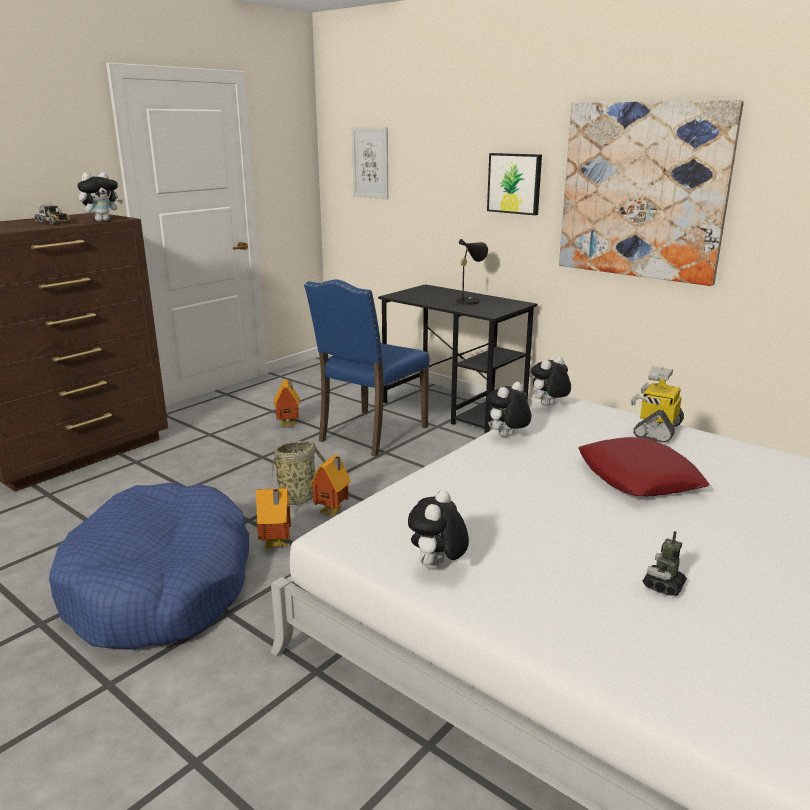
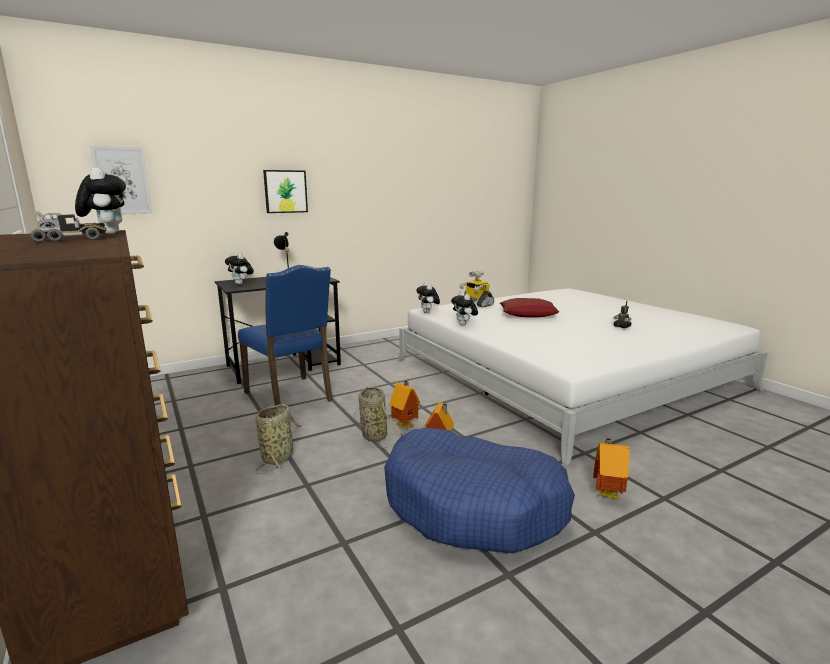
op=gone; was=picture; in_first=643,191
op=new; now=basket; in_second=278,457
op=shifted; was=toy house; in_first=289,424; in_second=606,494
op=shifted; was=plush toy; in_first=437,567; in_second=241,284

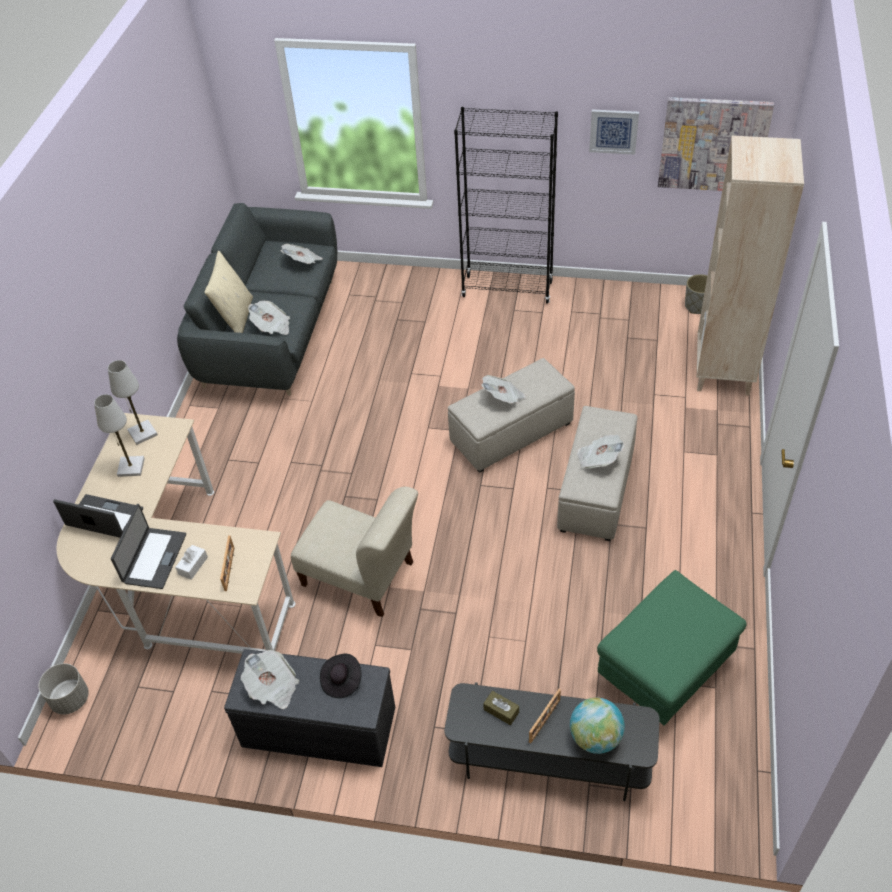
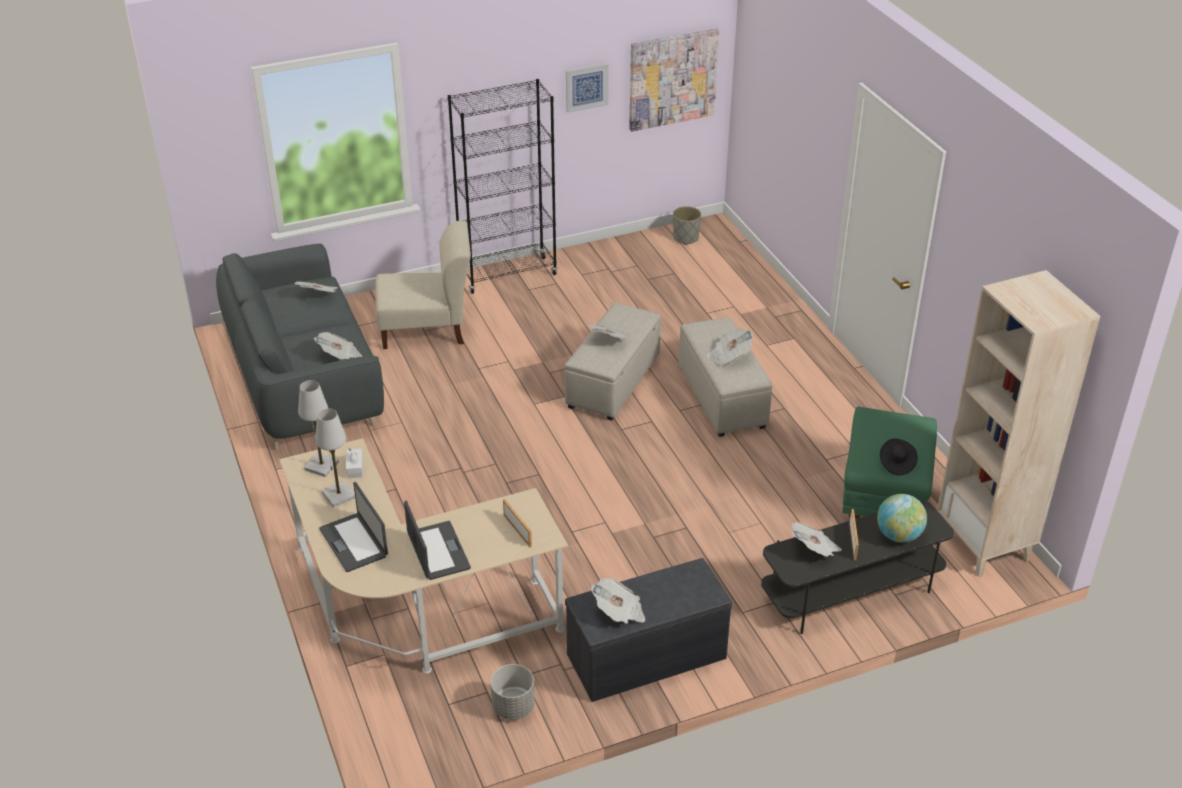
op=gone; was=beige pillow; in_first=236,317
op=shifted; was=grey planter; in_first=70,699; in_second=513,707
op=shifted; was=white tissue box; in_first=193,565; in_second=355,468
op=shifted; was=beige chair; in_first=362,576; in_second=427,329
op=shifted; was=black hat; in_first=341,681; in_second=896,464
op=shifted; was=beige bookcase; in_first=724,372; in_second=984,544
op=swapped; was=brown tissue box; now=newspaper; in_first=501,711; in_second=814,550
op=rotated; was=laptop; in_first=104,518; in_second=354,542; clockwise=-105

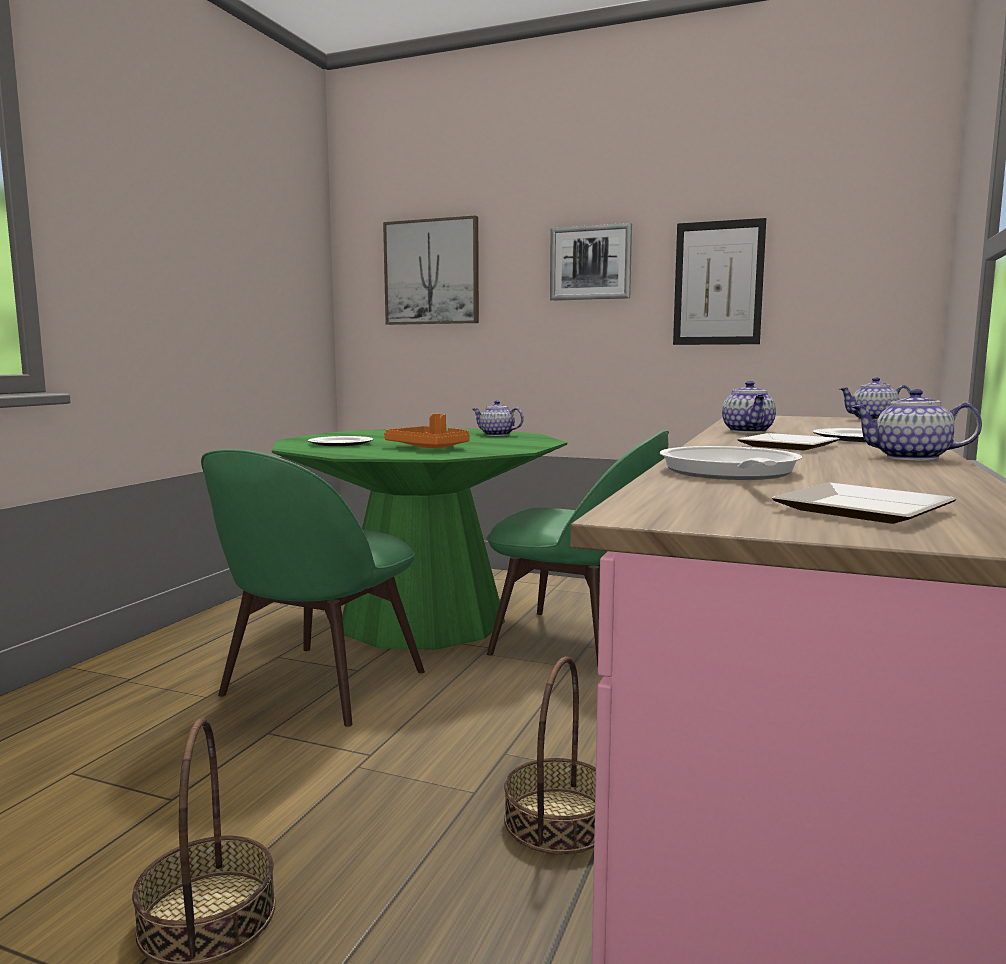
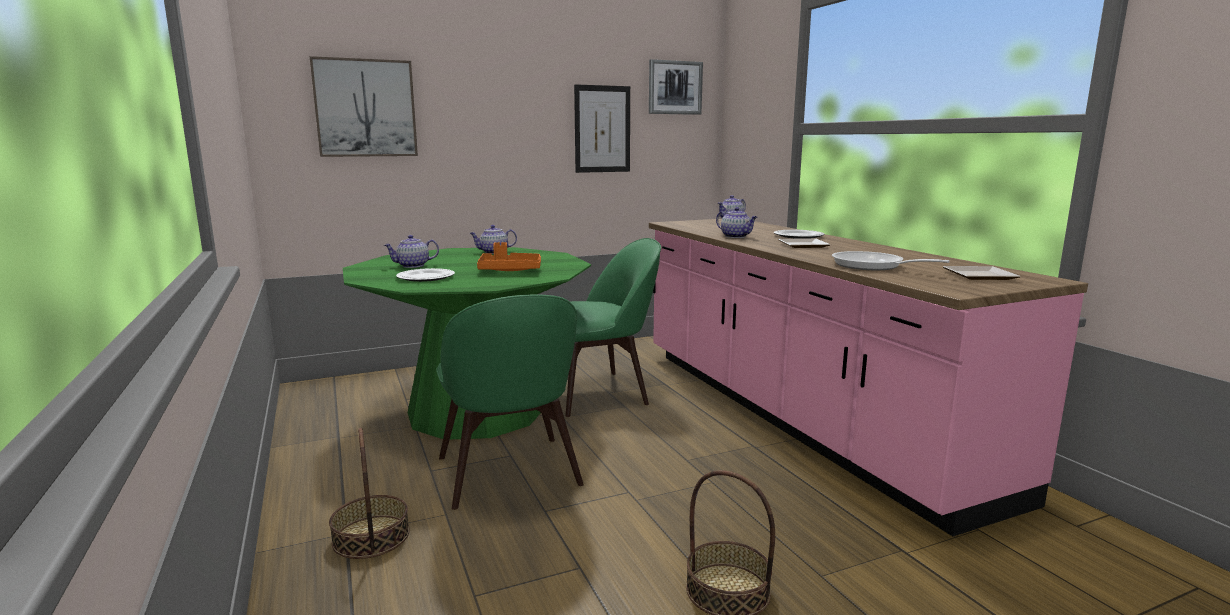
op=shifted; was=basket; in_first=558,820; in_second=371,537
op=shifted; was=picture; in_first=590,263; in_second=675,87
op=shifted; was=teapot; in_first=910,457; in_second=412,266

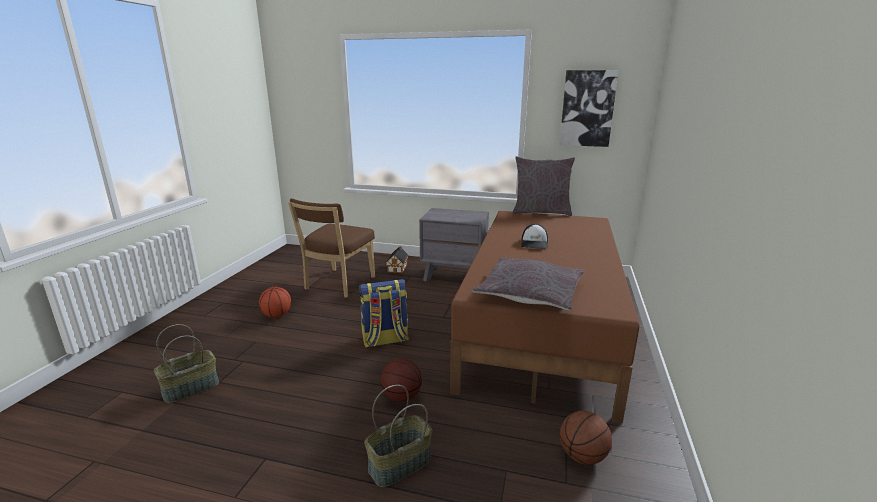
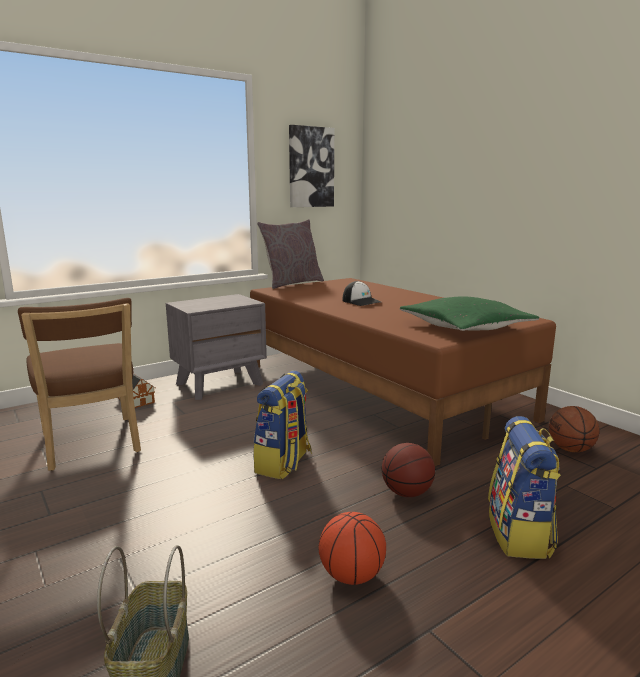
op=shifted; was=basketball; in_first=277,315; in_second=352,576
op=swapped; was=basket; now=backpack; in_first=400,465; in_second=520,534
op=repainted; was=grey pillow; now=green pillow; in_first=529,293; in_second=465,327

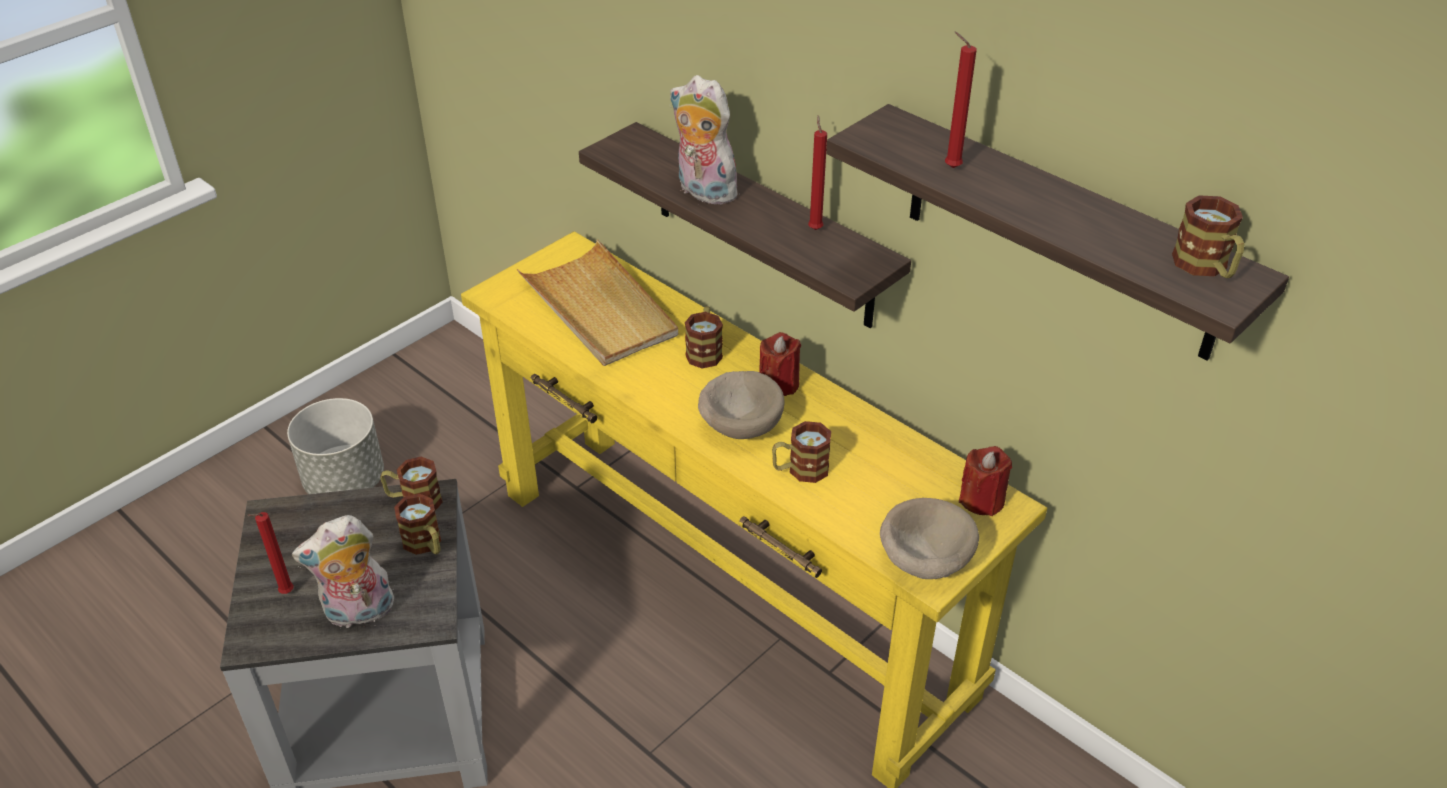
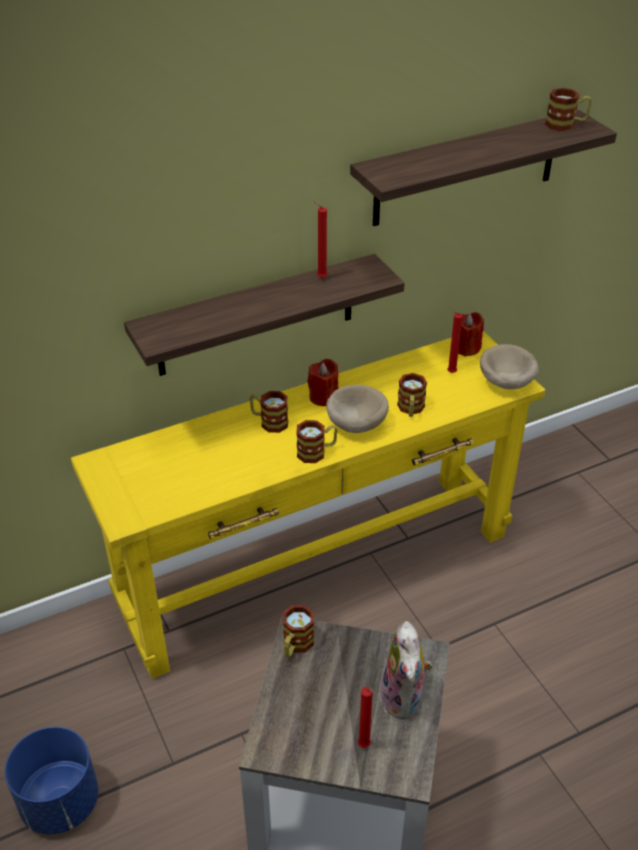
op=gone; was=beige tray; in_first=599,309
op=gone; was=plush toy; in_first=702,192
op=shifted; was=mug; in_first=426,544; in_second=316,452
op=shifted; was=red candle; in_first=949,167; in_second=450,373
op=repainted; was=grey planter; now=blue planter; in_first=345,481; in_second=59,802

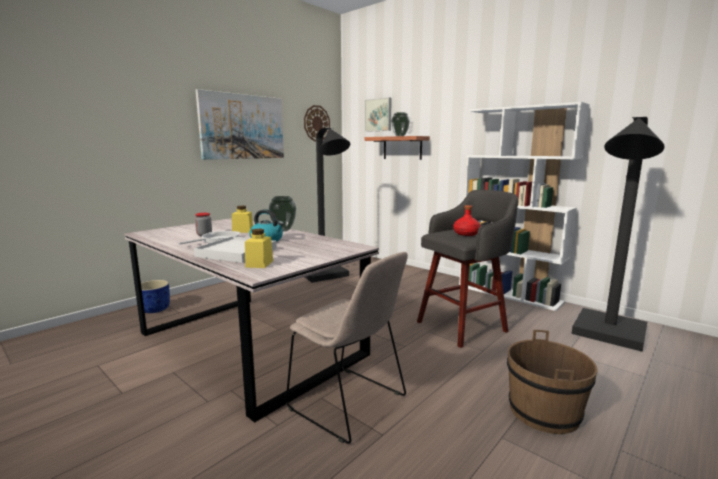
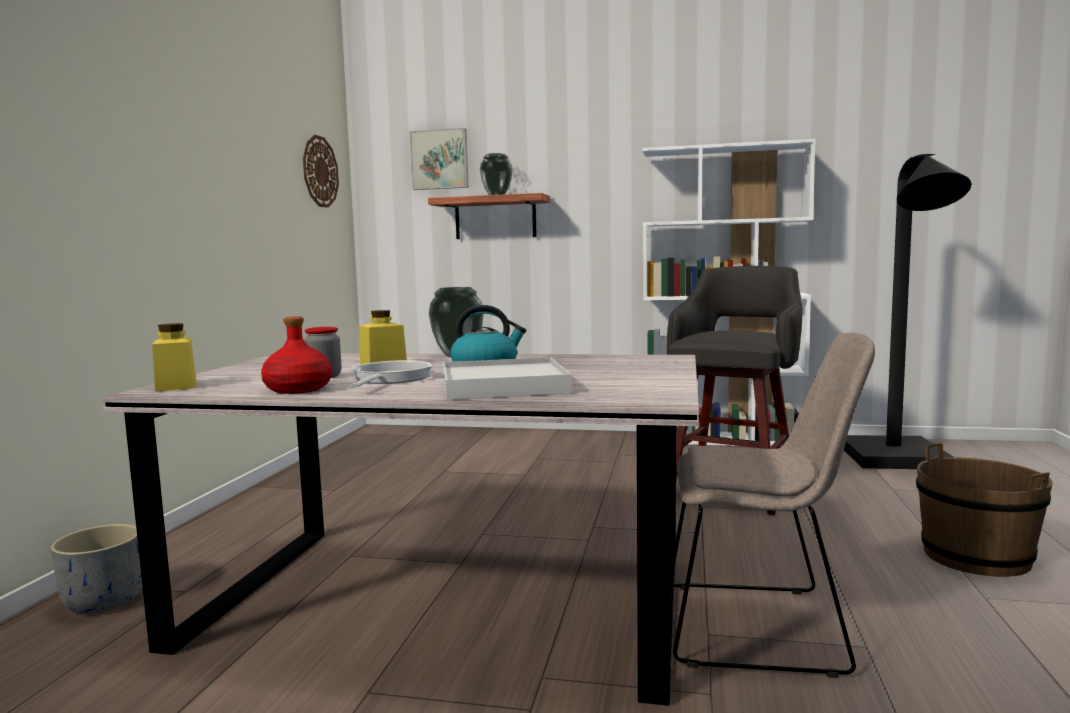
op=gone; was=picture; in_first=242,127
op=gone; was=black floor lamp; in_first=325,276
op=shifted; was=yellow jar; in_first=259,264; in_second=176,386
op=shifted; was=red bottle; in_first=466,234; in_second=299,389
op=repainted; was=blue planter; now=grey planter; in_first=155,309; in_second=104,602

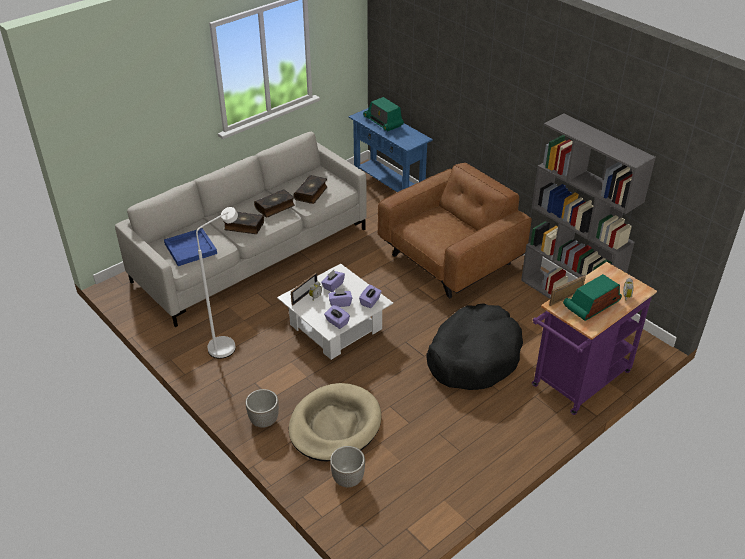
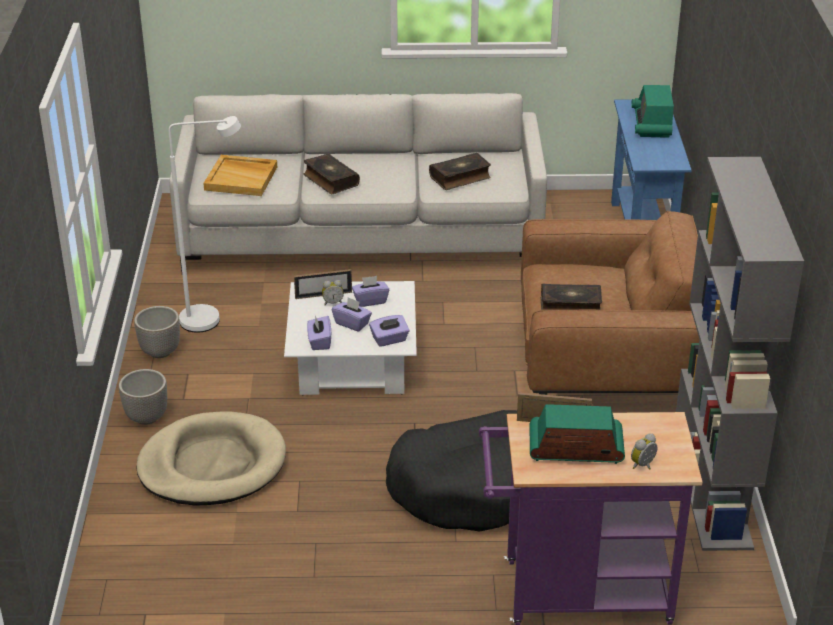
op=shifted; was=book; in_first=275,207; in_second=570,307
op=shifted; was=planter; in_first=347,479; in_second=160,351
op=repainted; was=blue tray; now=beige tray; in_first=191,248; in_second=242,178

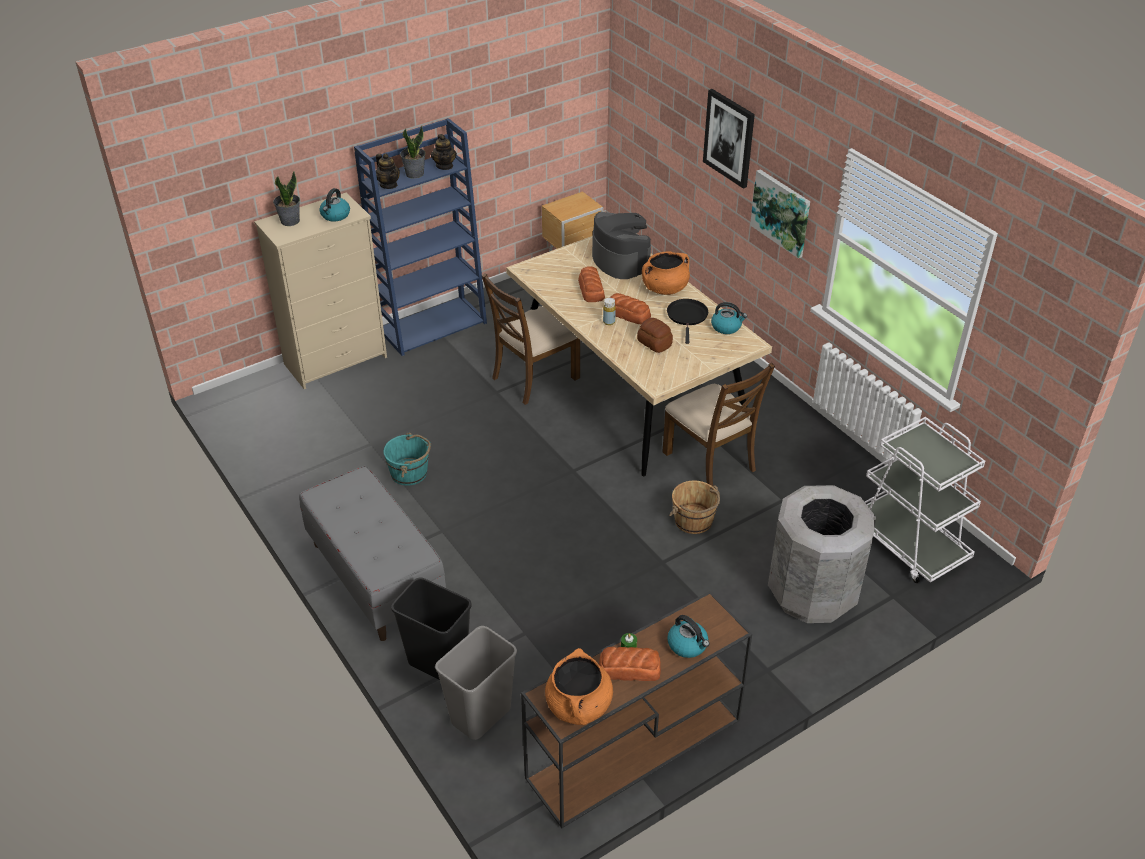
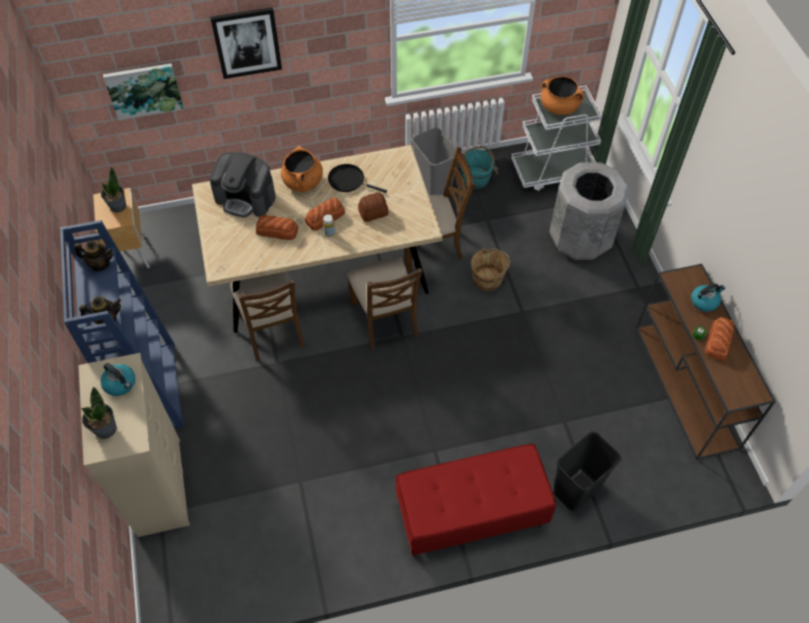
op=gone; was=kettle; in_first=726,327
op=new; now=brown chair; in_second=385,319
op=shifted; was=turquoise bucket; in_first=410,473; in_second=476,178
op=shifted; was=potted plant; in_first=414,173; in_second=118,206
op=shifted; was=grey trash can; in_first=480,714; in_second=433,186
op=shifted; was=orange cooking pot; in_first=579,706; in_second=559,107
op=shifted; was=picture; in_first=781,212; in_second=144,90
op=repainted; was=grey bench; now=red bench; in_first=375,577; in_second=471,515
op=rotated; was=coffee machine; in_first=620,261; in_second=246,198; clockwise=-150

